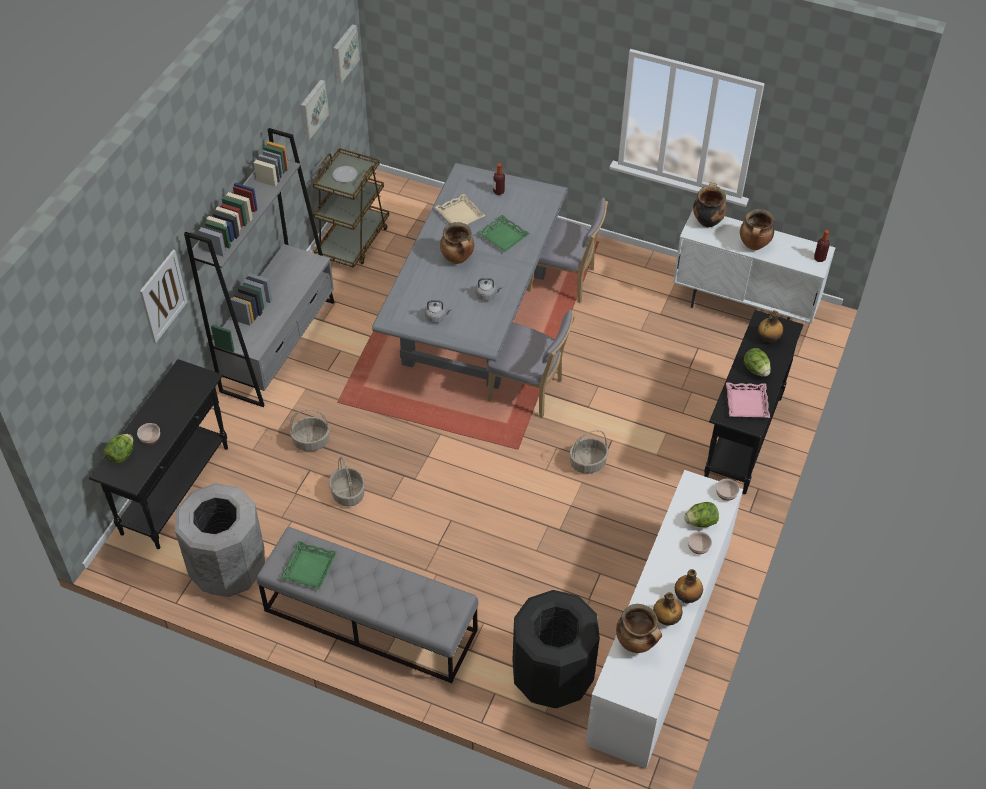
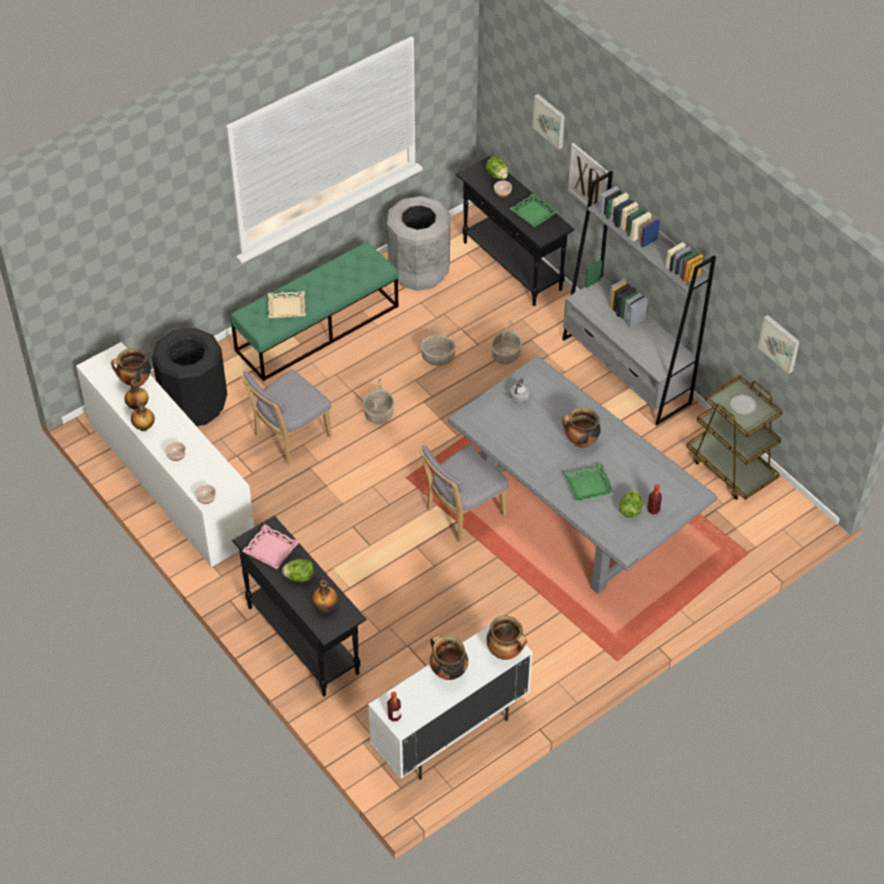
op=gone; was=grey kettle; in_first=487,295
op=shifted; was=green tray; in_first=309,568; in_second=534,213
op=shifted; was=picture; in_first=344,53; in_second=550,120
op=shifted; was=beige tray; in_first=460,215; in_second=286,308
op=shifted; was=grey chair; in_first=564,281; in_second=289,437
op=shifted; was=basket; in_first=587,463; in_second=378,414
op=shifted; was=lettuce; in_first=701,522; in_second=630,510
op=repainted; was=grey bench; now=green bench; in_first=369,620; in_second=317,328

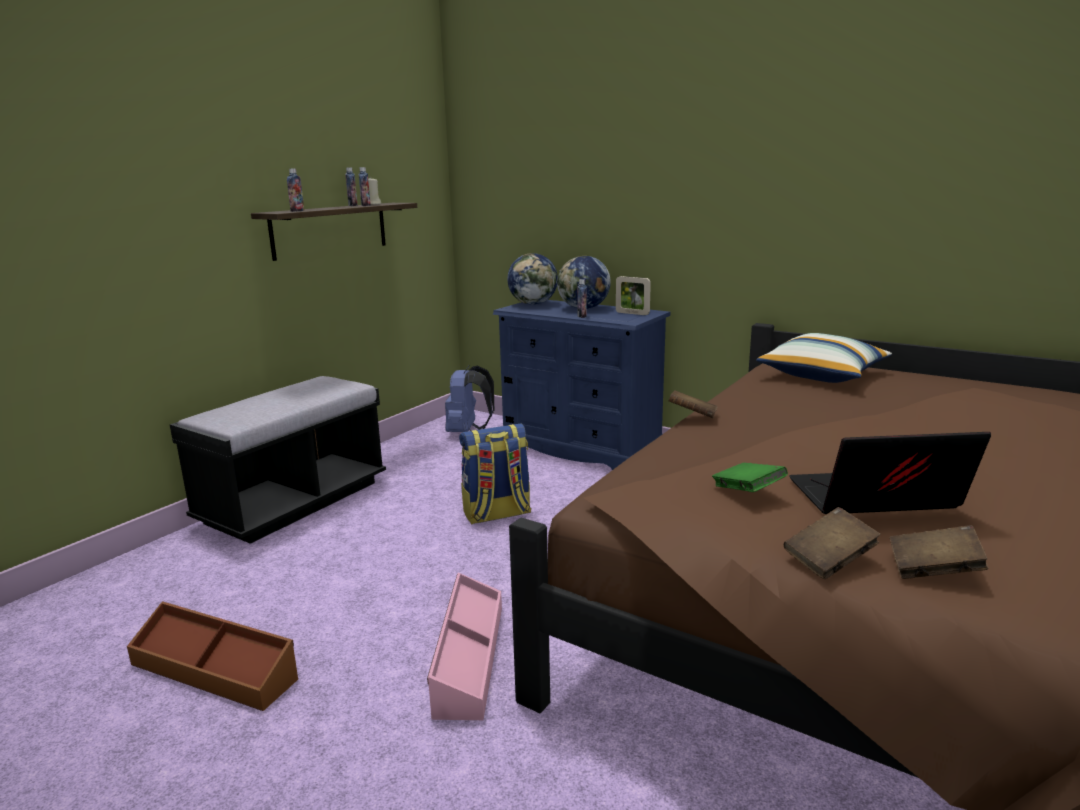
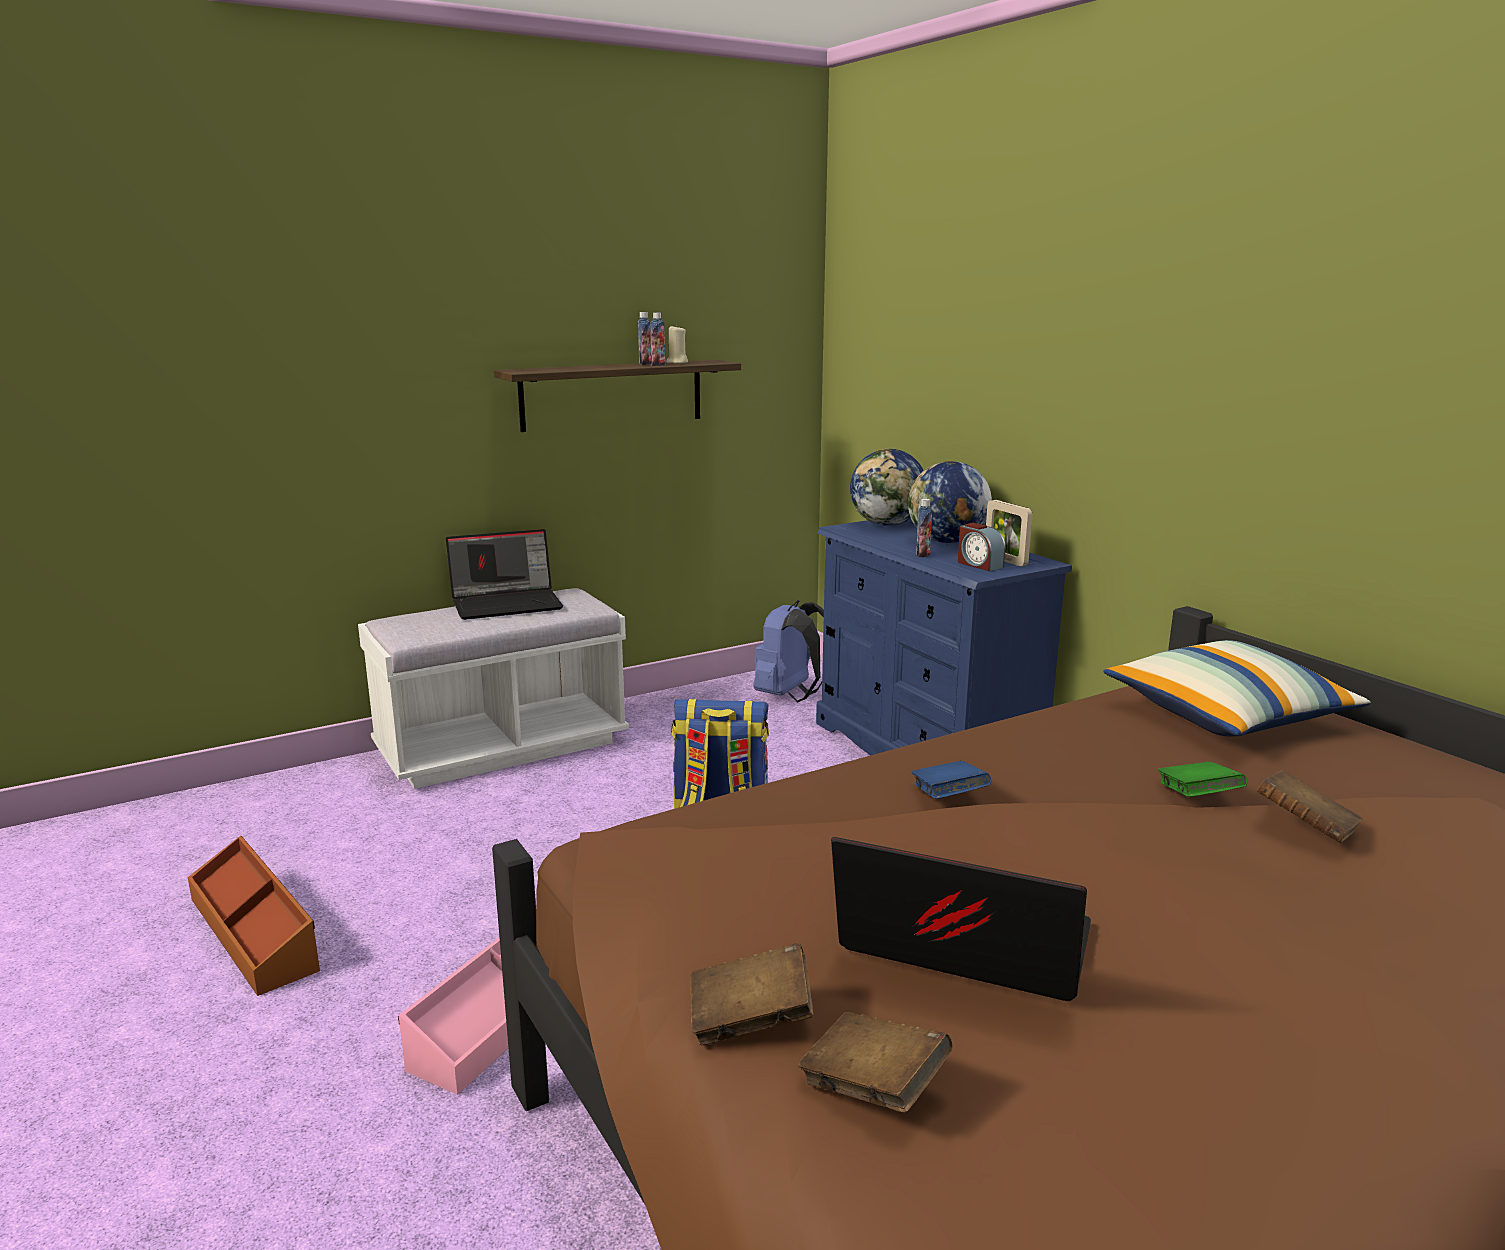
op=gone; was=bottle; in_first=297,211
op=new; now=laptop; in_second=508,603
op=new; now=blue book; in_second=948,799
op=new; now=alarm clock; in_second=979,564
op=shifted; was=brown book; in_first=692,416; in_second=1305,827
op=shifted; was=green book; in_first=747,492; in_second=1197,799
op=repainted; was=black bench; now=white bench; in_first=294,502; in_second=502,747

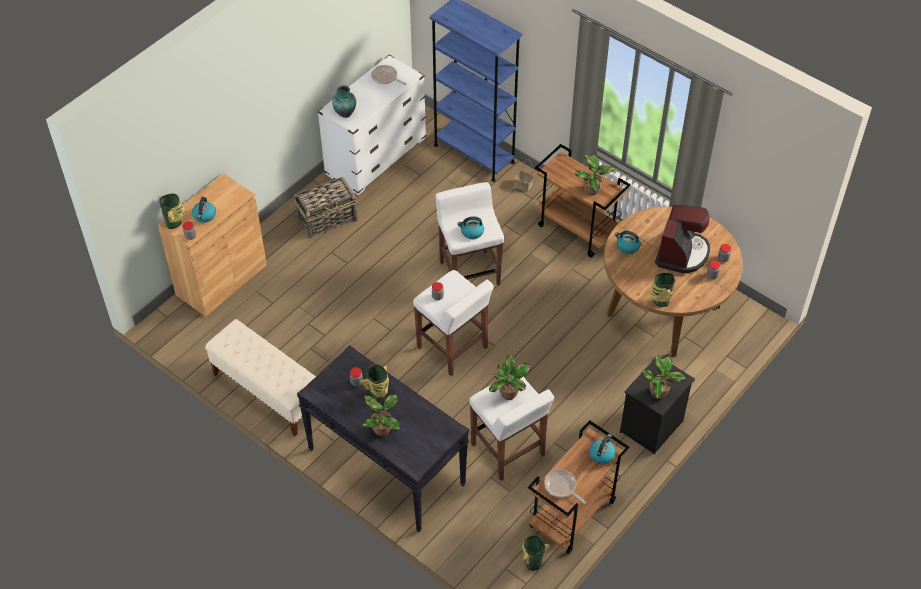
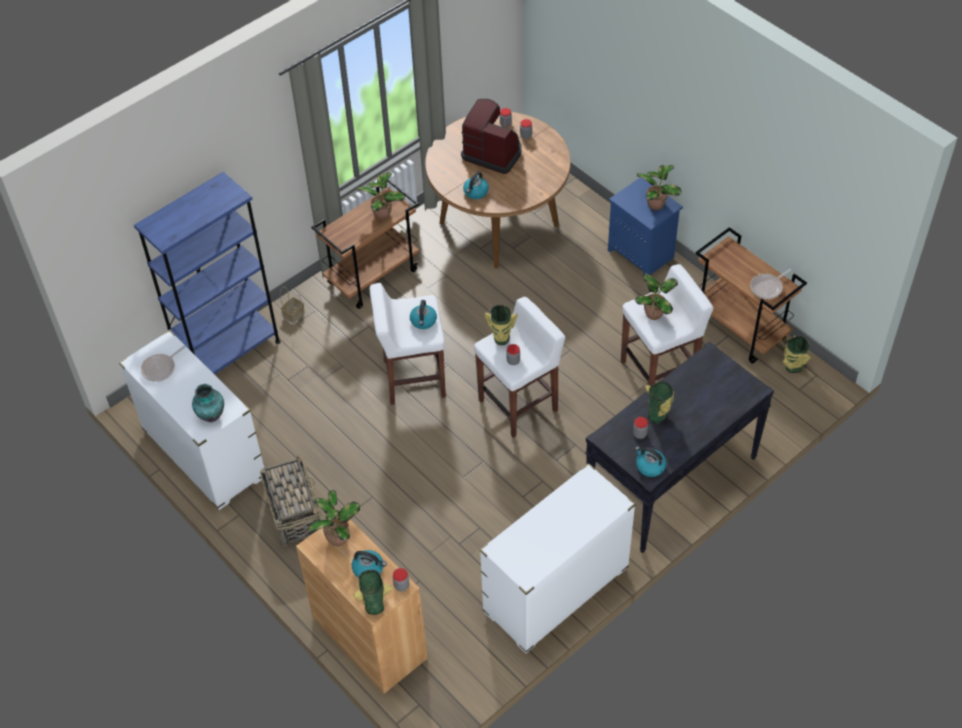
op=shifted; was=potted plant; in_first=383,429; in_second=337,537
op=shifted; was=kettle; in_first=602,454; in_second=650,466
op=shifted; was=vase; in_first=660,301; in_second=501,339
op=swapped; was=beige bench; now=white dresser; in_first=268,392; in_second=556,591
op=repainted; was=black nightstand; now=blue nightstand; in_first=652,427; in_second=642,254

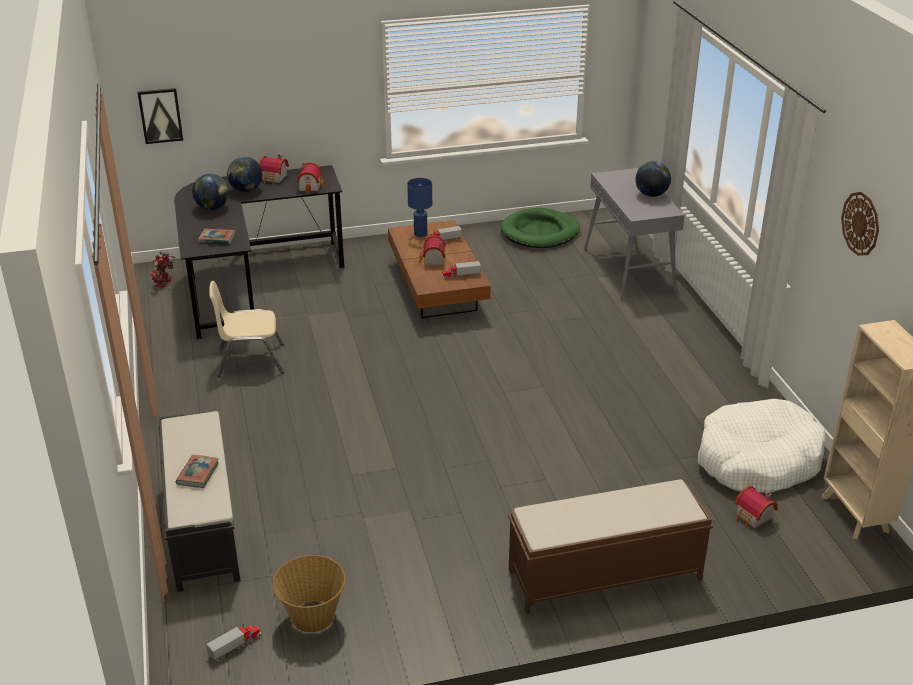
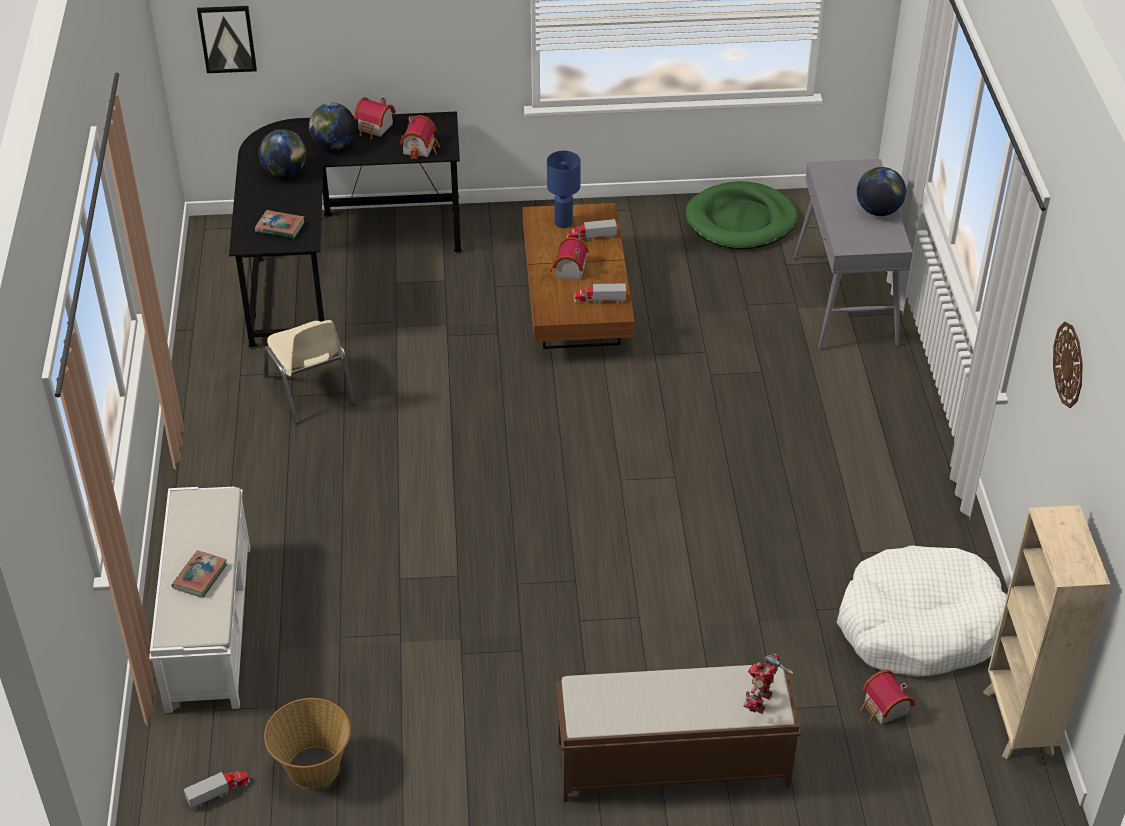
op=shifted; was=toy robot; in_first=164,283; in_second=760,701
op=repainted; was=black bench; now=white bench; in_first=202,524; in_second=209,625
op=rotated; was=beige chair; in_first=250,360; in_second=310,390; clockwise=-120

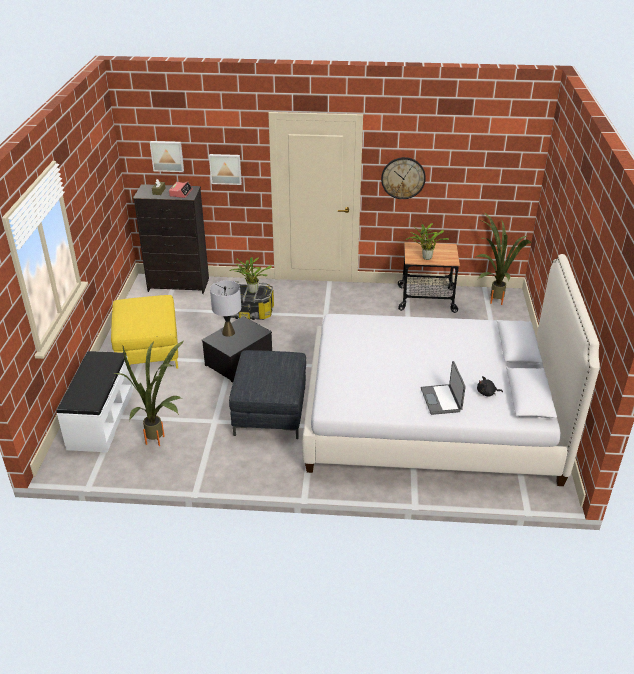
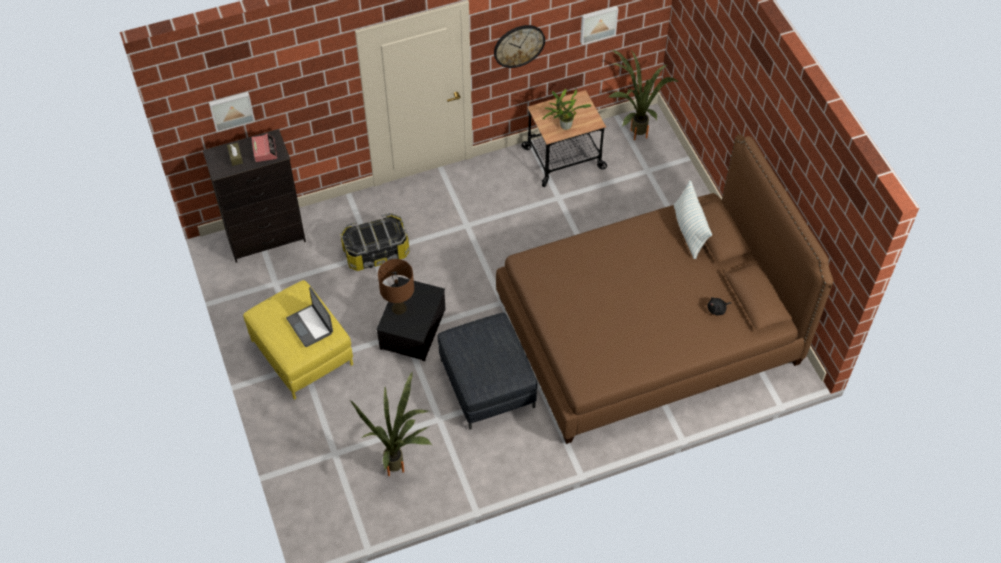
op=gone; was=white bench; in_first=100,419
op=gone; was=potted plant; in_first=251,290
op=new; now=pillow; in_second=689,230
op=shifted; was=picture; in_first=225,168; in_second=598,23
op=shifted; was=laptop; in_first=441,400; in_second=310,325
op=repainted; was=grey table lamp; now=brown table lamp; in_first=228,332; in_second=398,308
op=repainted; was=white bed; now=brown bed; in_first=431,418; in_second=648,330

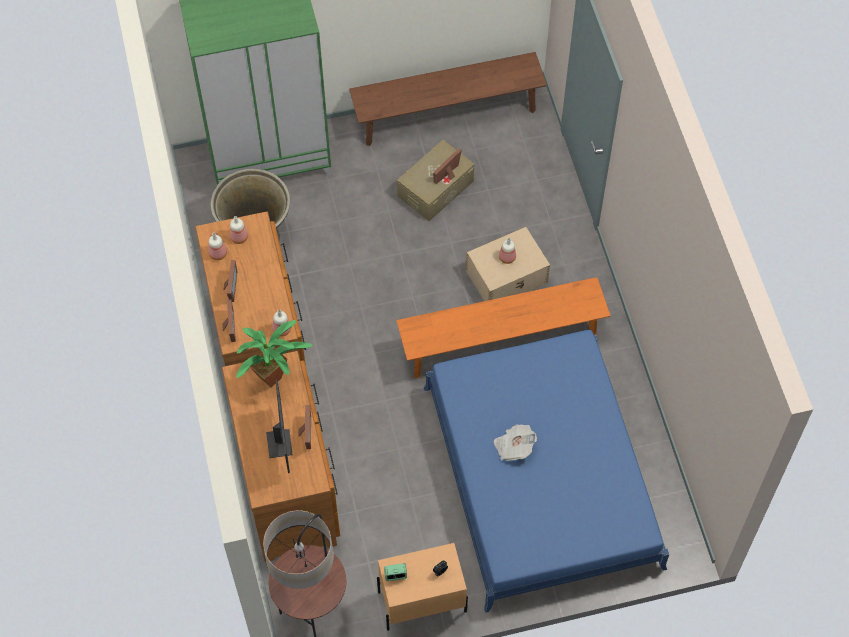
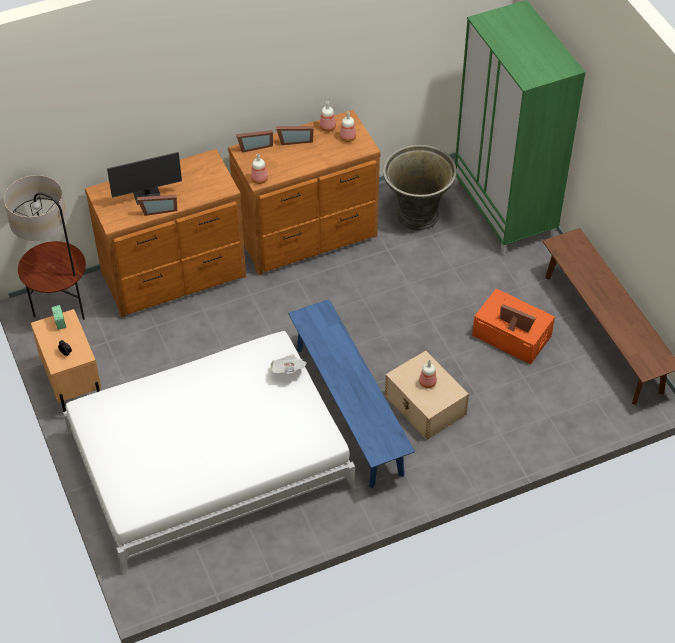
op=gone; was=potted plant; in_first=275,376
op=shifted; was=newspaper; in_first=514,447; in_second=288,370
op=repainted; was=orange bench; now=blue bench; in_first=501,343; in_second=348,410
op=repainted; was=beige storage box; now=orange storage box; in_first=435,189; in_second=511,335
op=repainted; was=blue bed; now=white bed; in_first=541,475; in_second=209,459

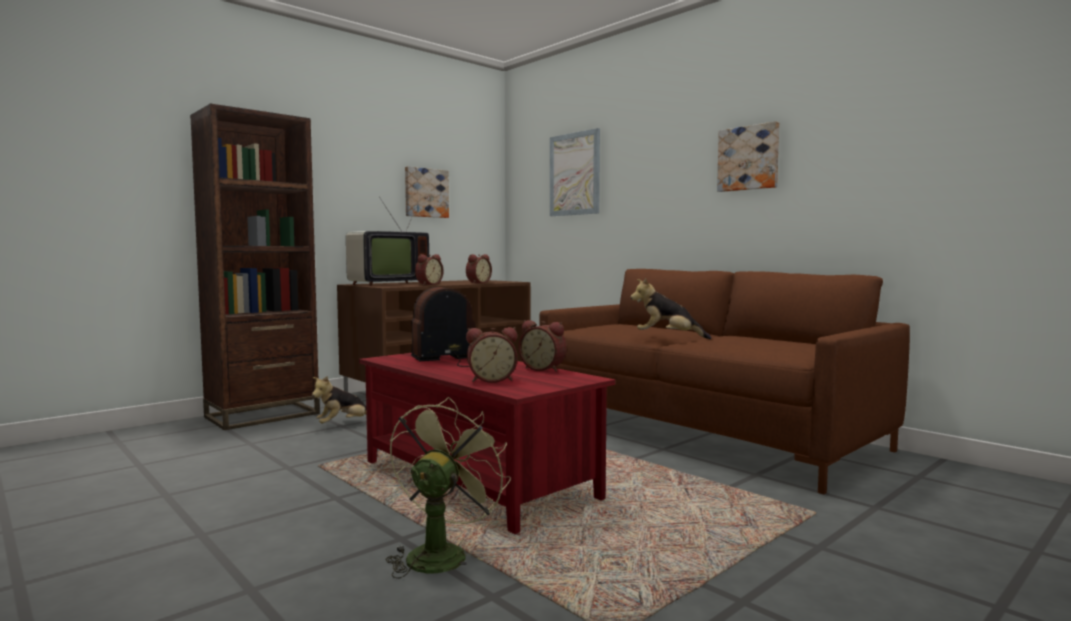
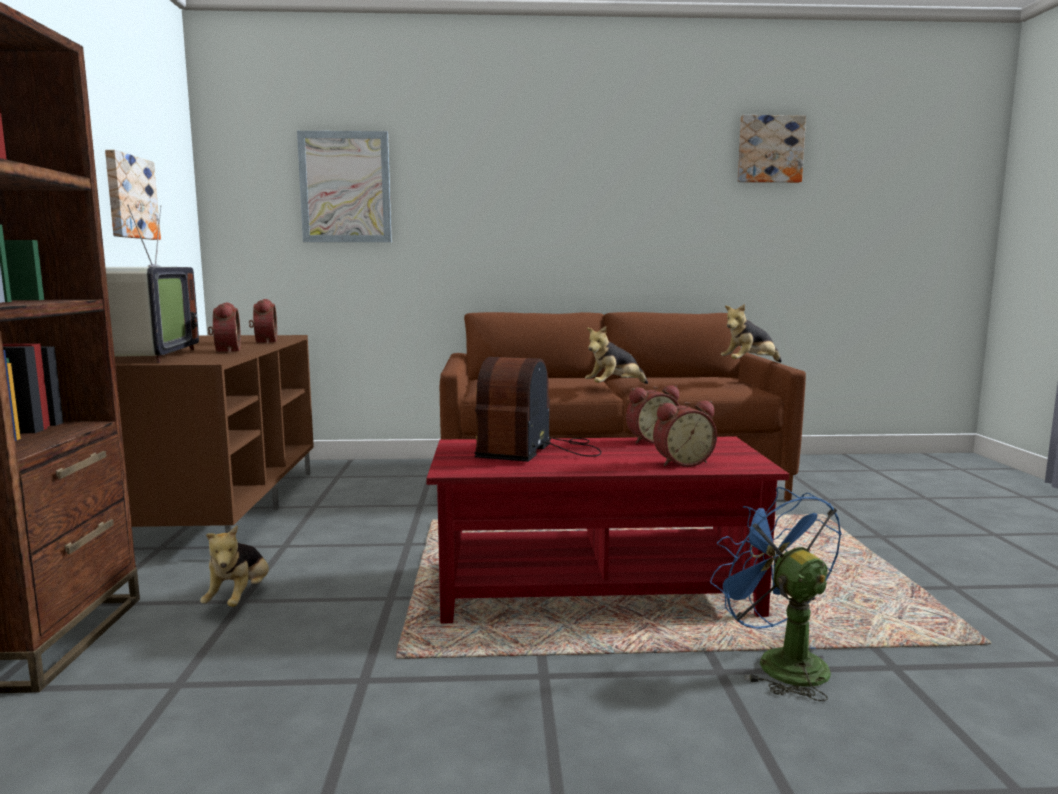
op=new; now=plush toy; in_second=750,364
op=shifted; was=picture; in_first=749,158; in_second=769,149
op=repainted; was=green fan; now=blue fan; in_first=441,553; in_second=779,662
op=rotated; was=alarm clock; in_first=491,380; in_second=682,462; clockwise=45

